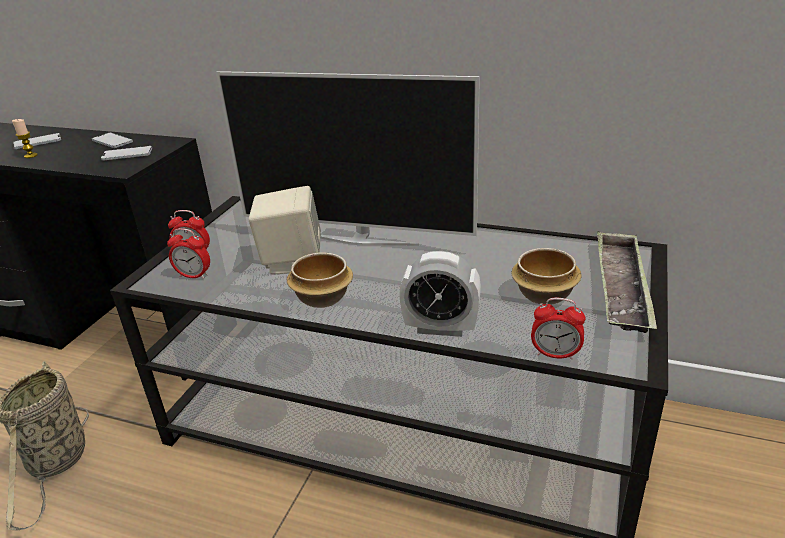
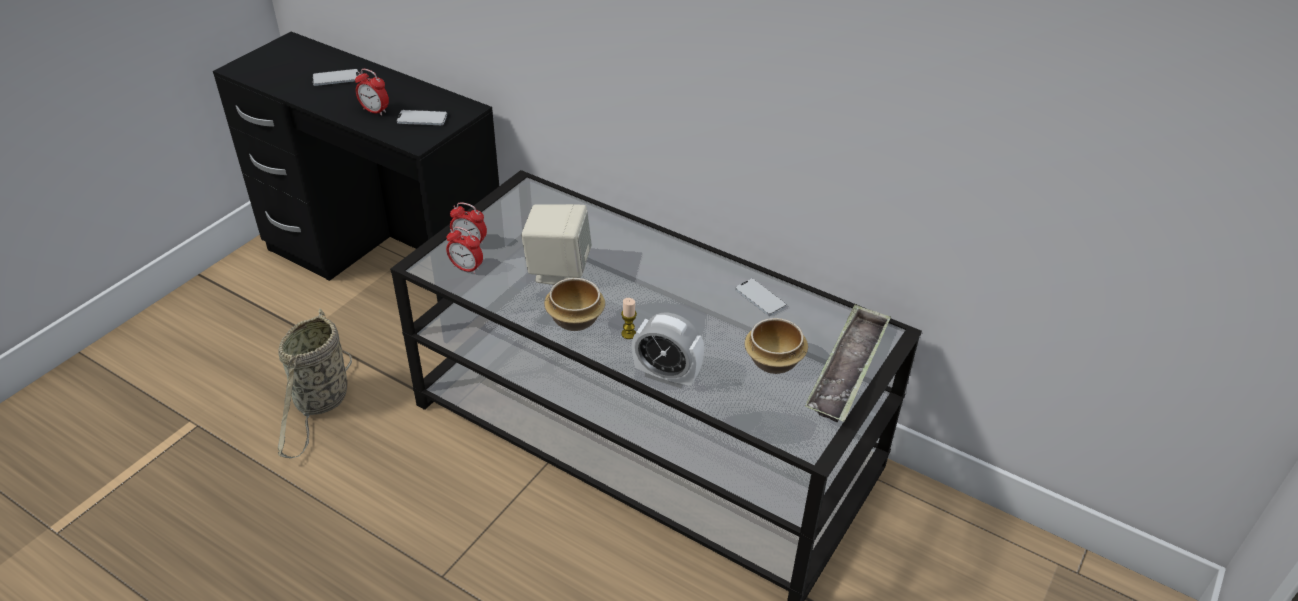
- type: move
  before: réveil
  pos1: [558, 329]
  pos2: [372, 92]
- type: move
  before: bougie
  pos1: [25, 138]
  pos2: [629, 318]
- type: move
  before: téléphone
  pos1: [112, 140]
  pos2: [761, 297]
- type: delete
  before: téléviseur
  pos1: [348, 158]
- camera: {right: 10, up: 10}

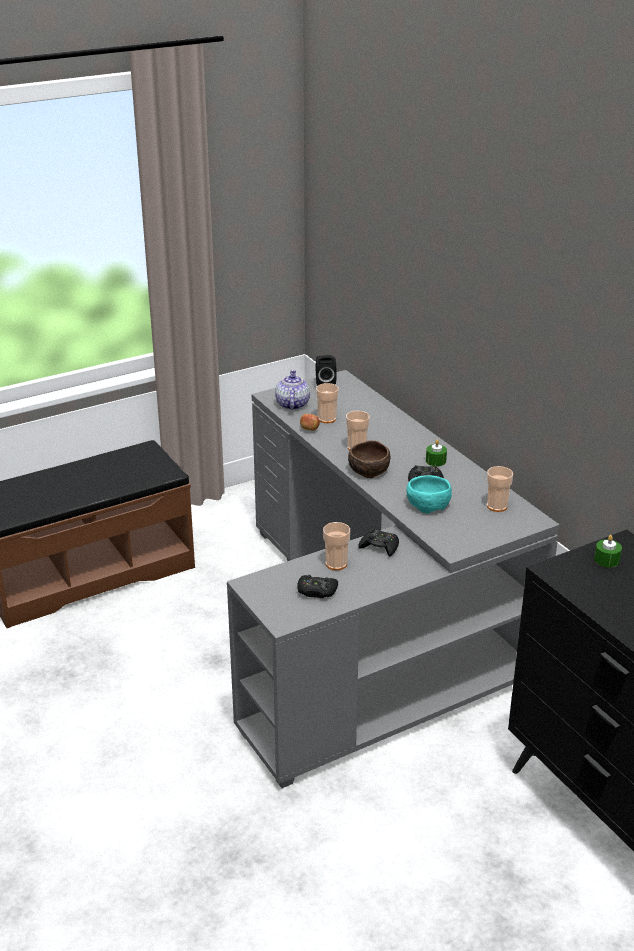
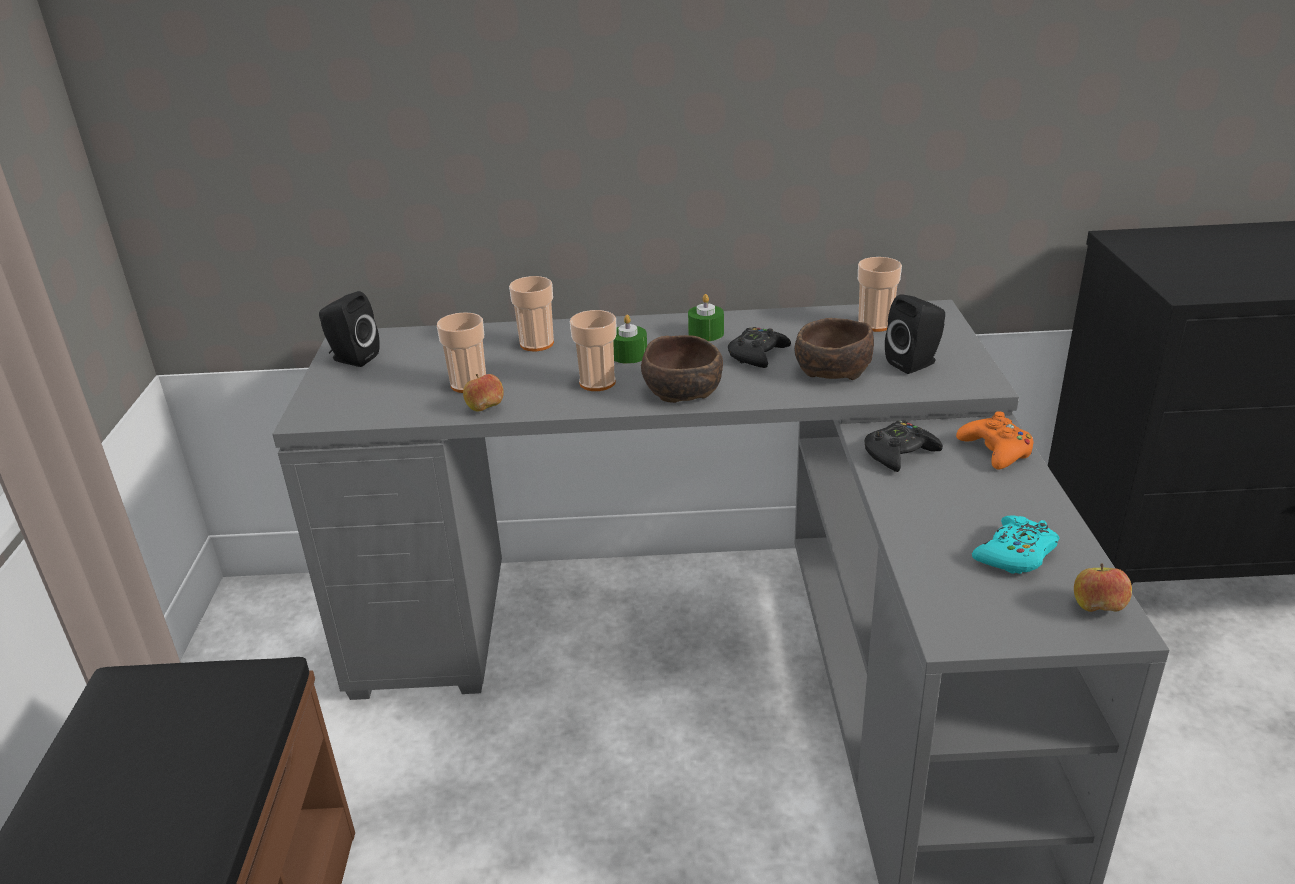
- type: move
  before: tasse
  pos1: [336, 546]
  pos2: [531, 313]
- type: move
  before: bougie (vert)
  pos1: [608, 551]
  pos2: [630, 339]
- type: recolor
  before: bol (turquoise)
  after: bol (marron)
  pos1: [429, 494]
  pos2: [834, 349]
- type: insert
  after: enceinte (noir)
  pos2: [915, 334]
- type: insert
  after: manette (orange)
  pos2: [995, 440]
- type: recolor
  before: manette (noir)
  after: manette (turquoise)
  pos1: [317, 586]
  pos2: [1015, 544]
- type: insert
  after: pomme
  pos2: [1103, 587]
- type: delete
  before: théière
  pos1: [292, 390]
- camera: {right: -60, up: 0}

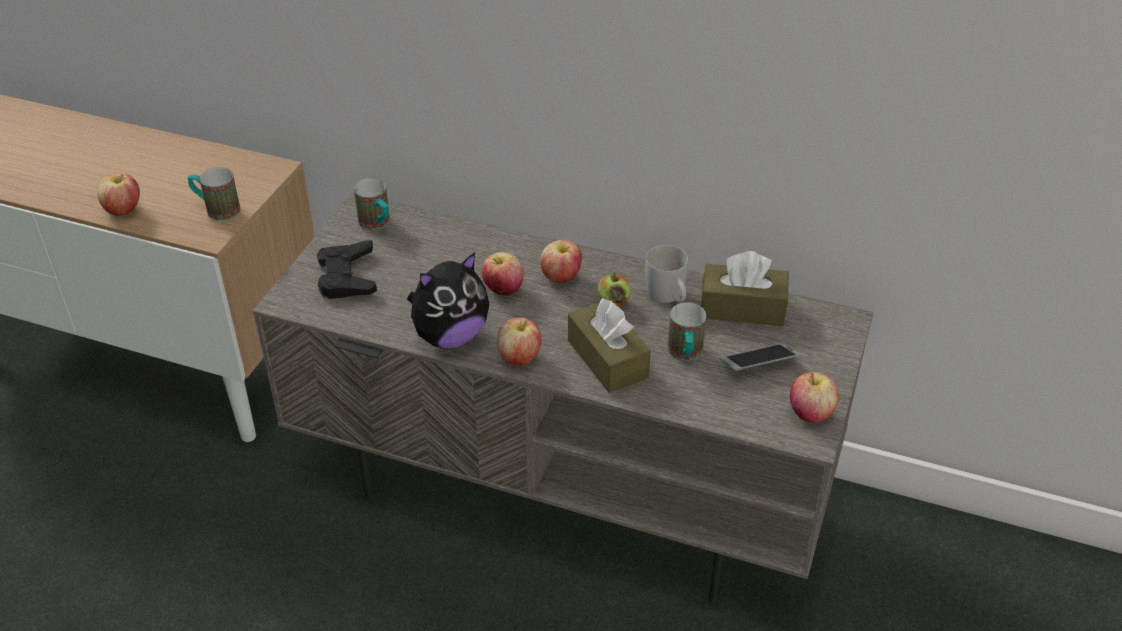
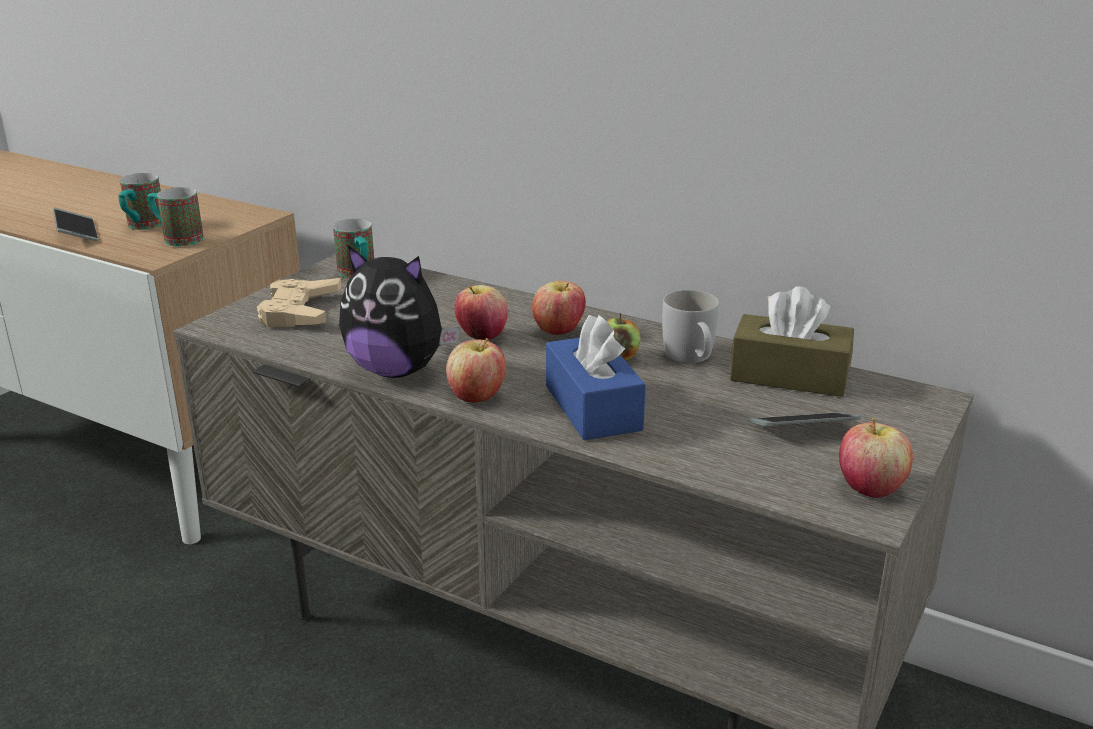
- type: replace
  before: pomme
  after: téléphone
  pos1: [118, 194]
  pos2: [75, 225]
- type: move
  before: mug
  pos1: [687, 331]
  pos2: [140, 201]
- type: recolor
  before: manette (noir)
  after: manette (beige)
  pos1: [347, 269]
  pos2: [299, 302]
- type: rotate
  before: peluche
  pos1: [448, 300]
  pos2: [399, 312]
  turn: 45
- type: recolor
  before: boîte à mouchoirs (marron)
  after: boîte à mouchoirs (bleu)
  pos1: [609, 345]
  pos2: [596, 377]
- camera: {right: 10, up: -15}

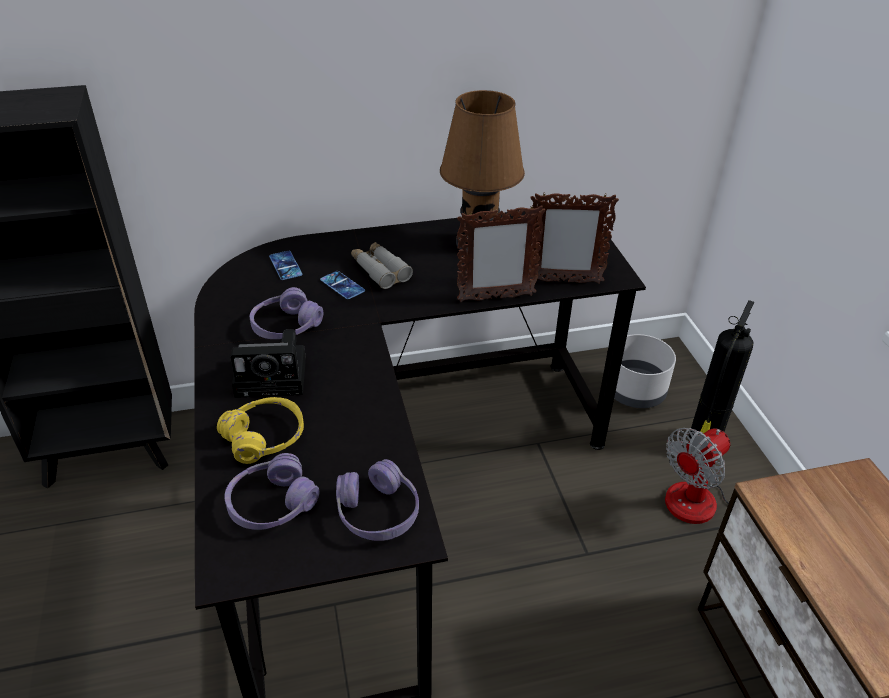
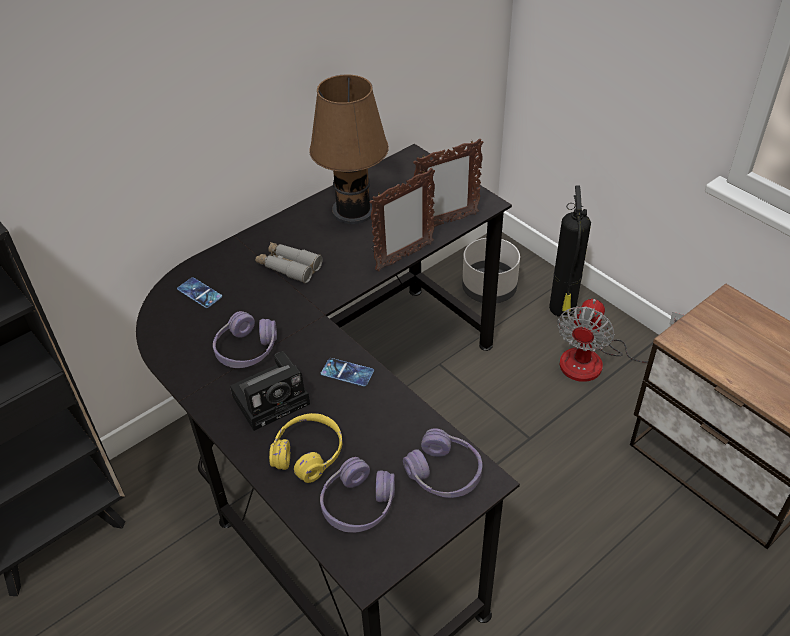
- type: move
  before: téléphone
  pos1: [342, 285]
  pos2: [347, 372]
- camera: {right: -25, up: 5}

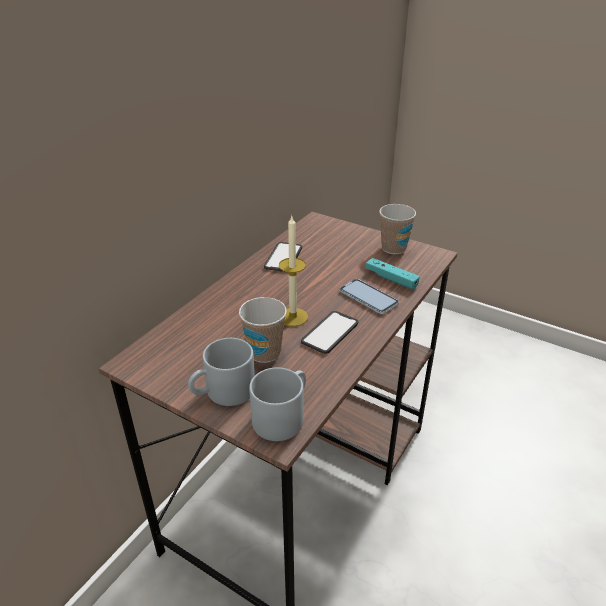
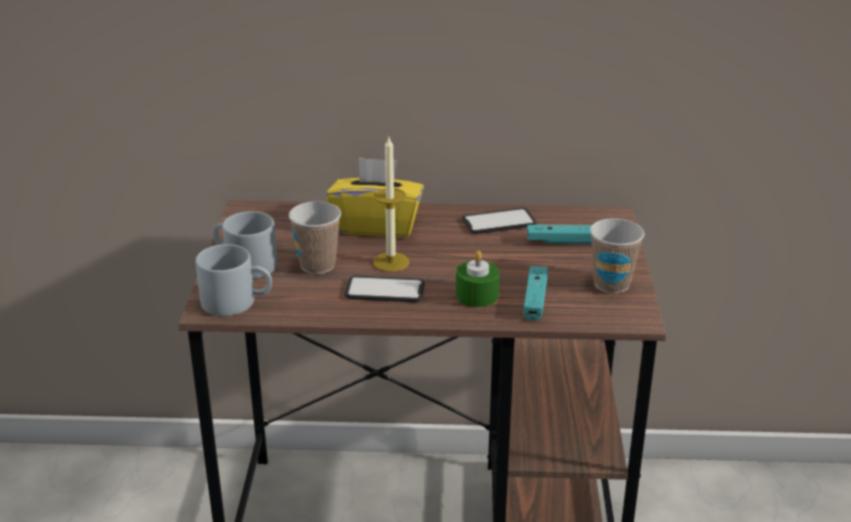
- type: insert
  after: boîte à mouchoirs (jaune)
  pos2: [375, 197]
- type: replace
  before: téléphone
  after: bougie (vert)
  pos1: [369, 296]
  pos2: [478, 279]
- type: insert
  after: manette (turquoise)
  pos2: [559, 234]
- camera: {right: 60, up: -5}

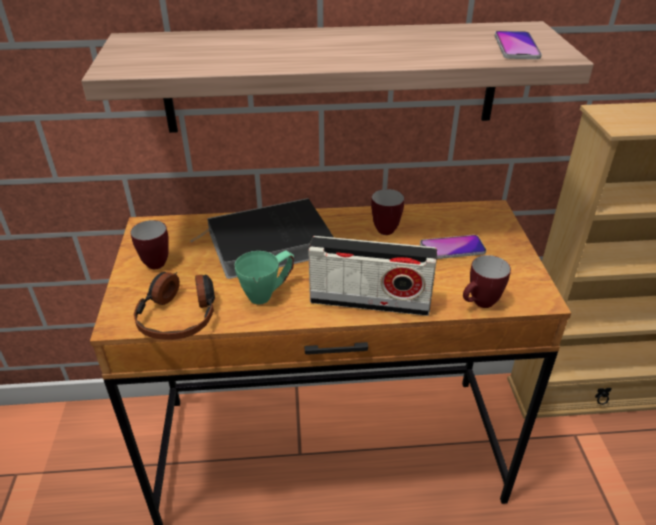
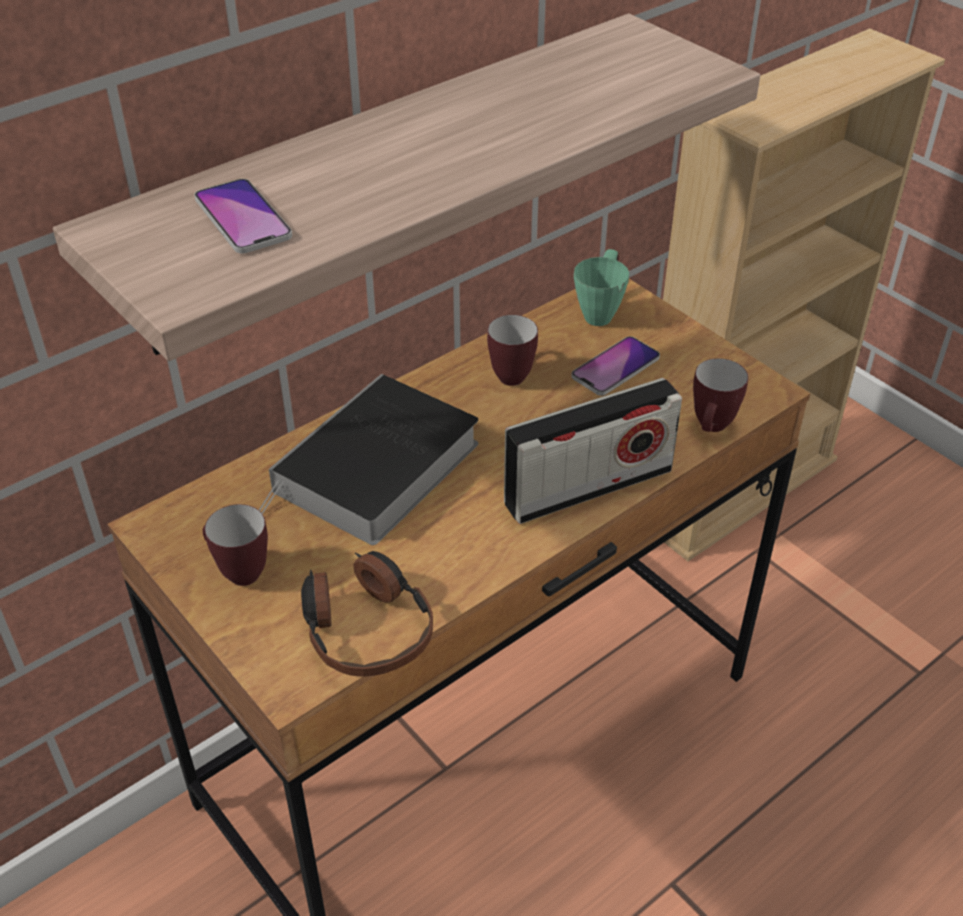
- type: move
  before: téléphone
  pos1: [518, 45]
  pos2: [243, 216]
- type: move
  before: mug (vert)
  pos1: [264, 277]
  pos2: [601, 287]
- camera: {right: -35, up: 5}

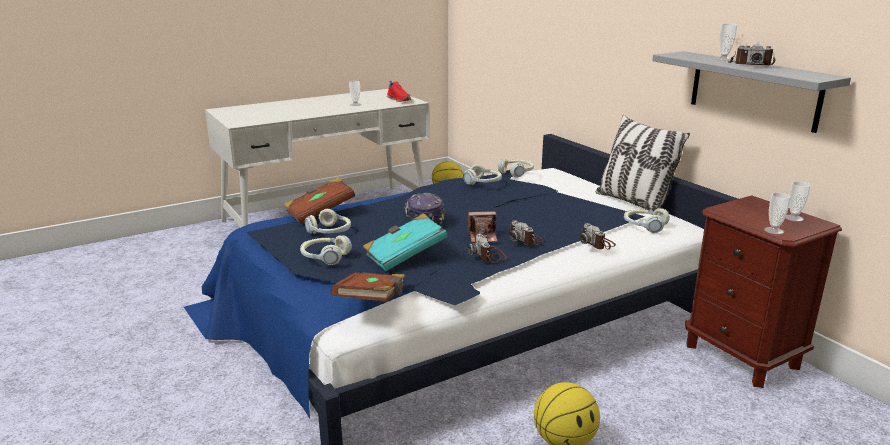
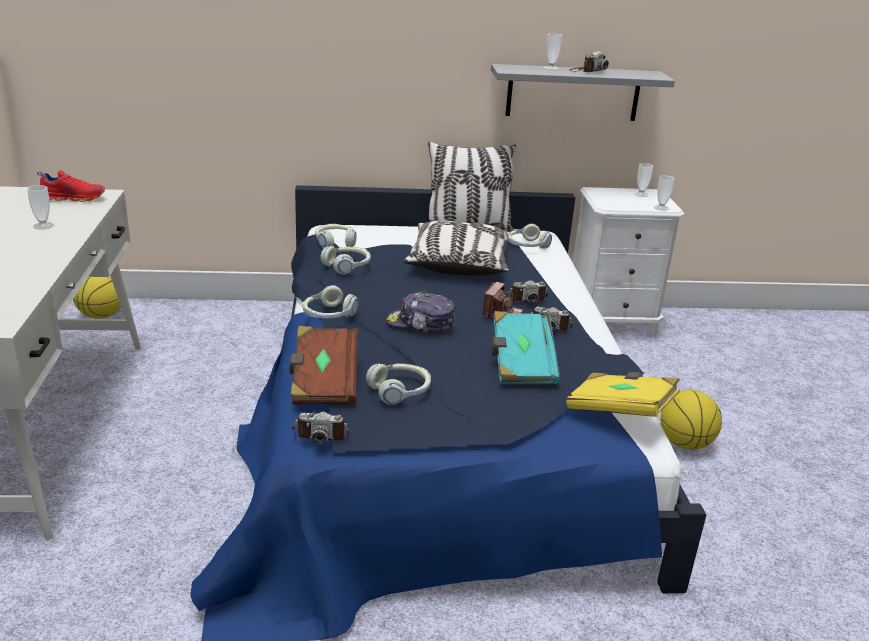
- type: move
  before: appareil photo
  pos1: [598, 236]
  pos2: [320, 427]
- type: move
  before: casque audio
  pos1: [326, 250]
  pos2: [330, 301]
- type: insert
  after: coussin
  pos2: [457, 248]
- type: recolor
  before: livre (marron)
  after: livre (jaune)
  pos1: [368, 287]
  pos2: [623, 394]
- type: recolor
  before: table de chevet (marron)
  after: table de chevet (blanc)
  pos1: [763, 291]
  pos2: [628, 262]
- camera: {right: -65, up: 5}

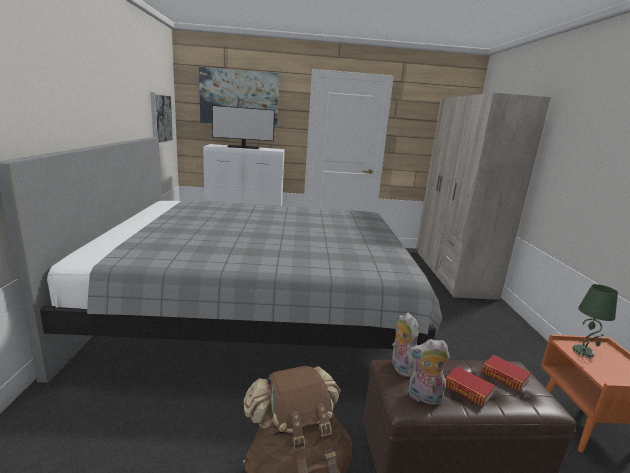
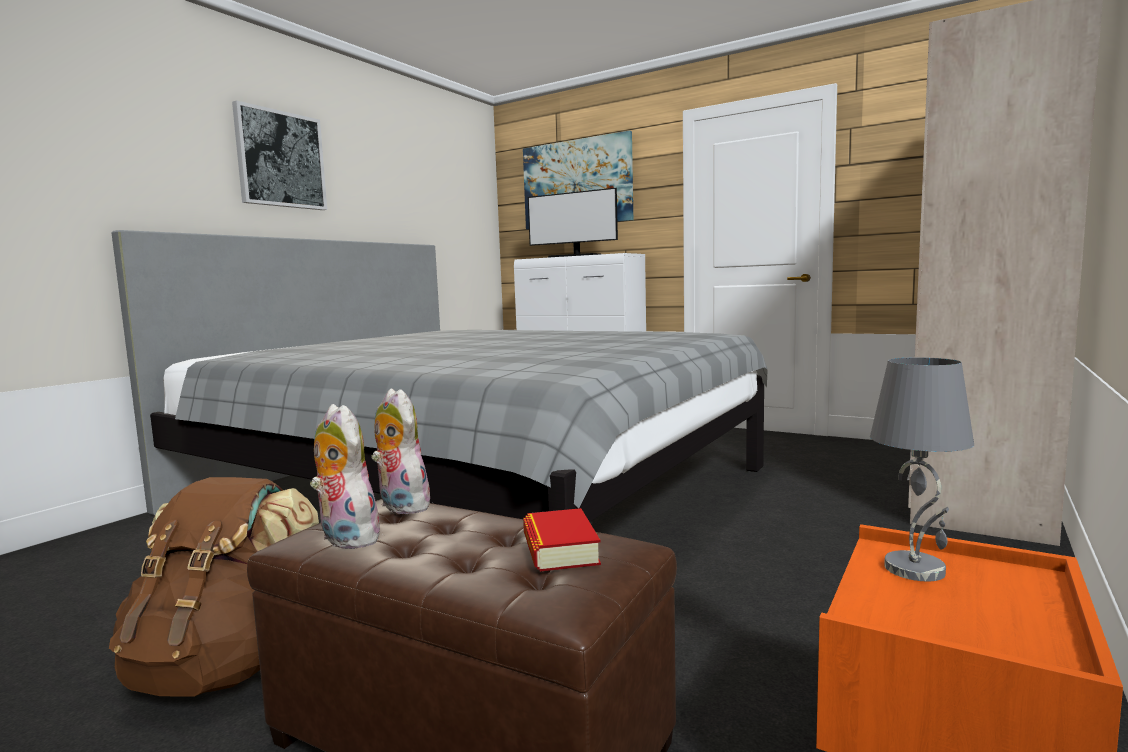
- type: move
  before: tableau
  pos1: [162, 118]
  pos2: [279, 155]
- type: rotate
  before: peluche
  pos1: [405, 345]
  pos2: [400, 451]
  turn: -60
- type: recolor
  before: lampe de table (vert)
  after: lampe de table (gris)
  pos1: [595, 320]
  pos2: [922, 469]
- type: delete
  before: livre
  pos1: [470, 386]
- camera: {right: 35, up: -10}

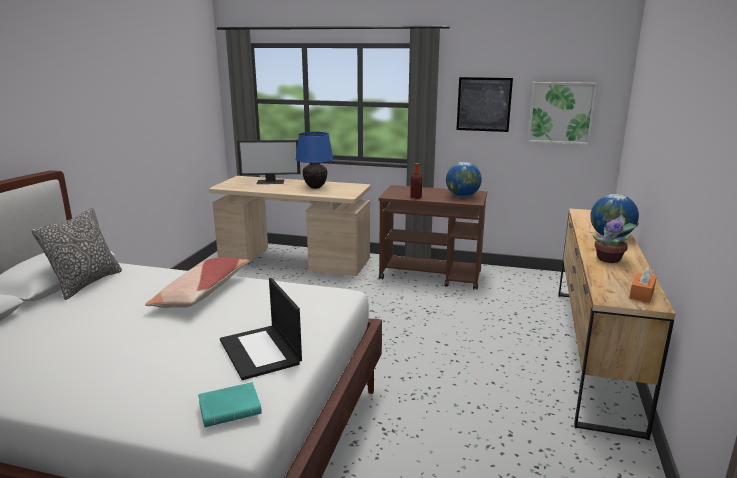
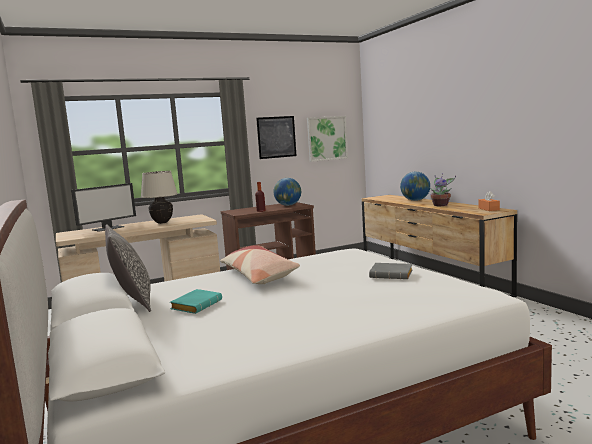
- type: recolor
  before: lampe de table (bleu)
  after: lampe de table (beige)
  pos1: [314, 160]
  pos2: [159, 197]
- type: move
  before: livre (turquoise)
  pos1: [230, 404]
  pos2: [196, 301]
- type: replace
  before: ordinateur portable
  after: livre (gris)
  pos1: [261, 329]
  pos2: [390, 271]
- camera: {right: -40, up: -10}

